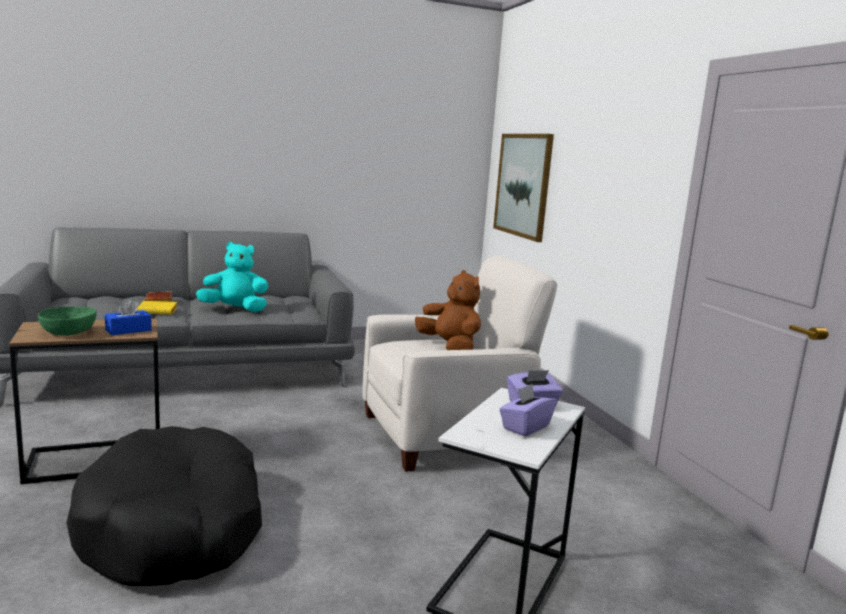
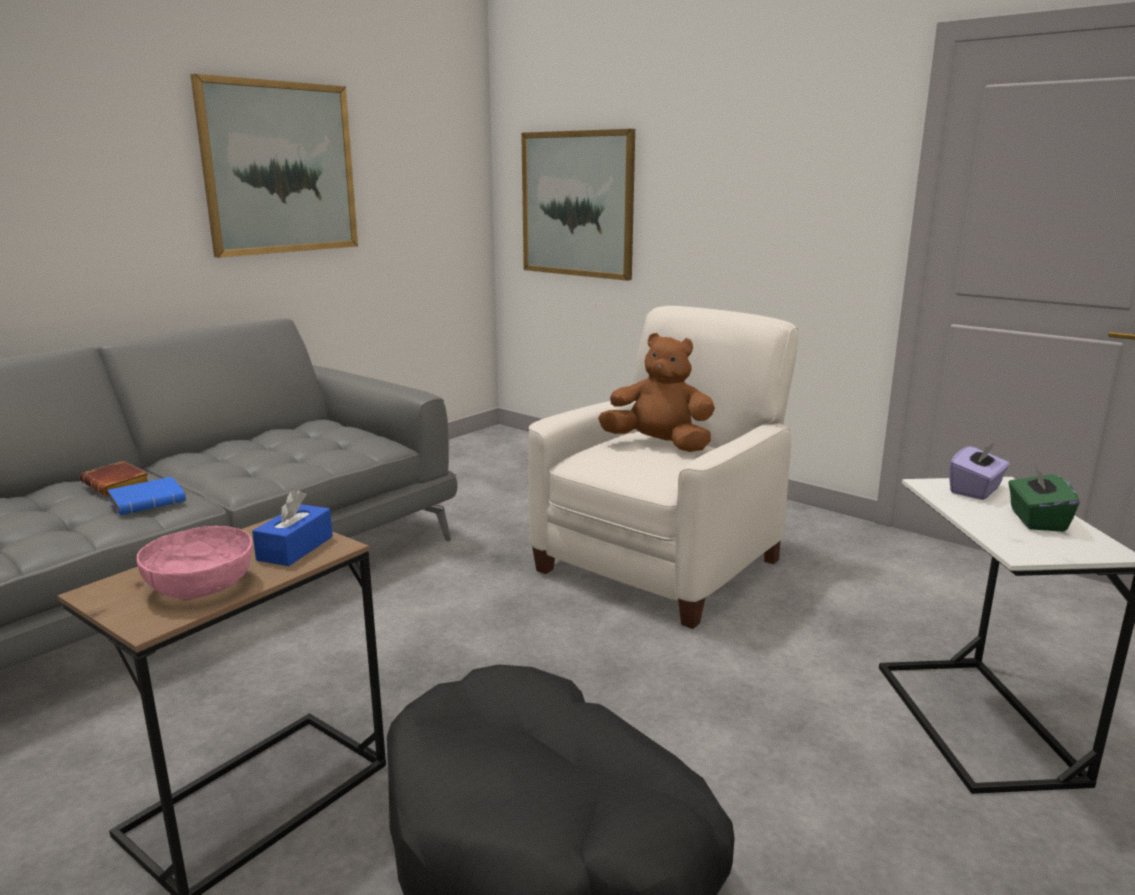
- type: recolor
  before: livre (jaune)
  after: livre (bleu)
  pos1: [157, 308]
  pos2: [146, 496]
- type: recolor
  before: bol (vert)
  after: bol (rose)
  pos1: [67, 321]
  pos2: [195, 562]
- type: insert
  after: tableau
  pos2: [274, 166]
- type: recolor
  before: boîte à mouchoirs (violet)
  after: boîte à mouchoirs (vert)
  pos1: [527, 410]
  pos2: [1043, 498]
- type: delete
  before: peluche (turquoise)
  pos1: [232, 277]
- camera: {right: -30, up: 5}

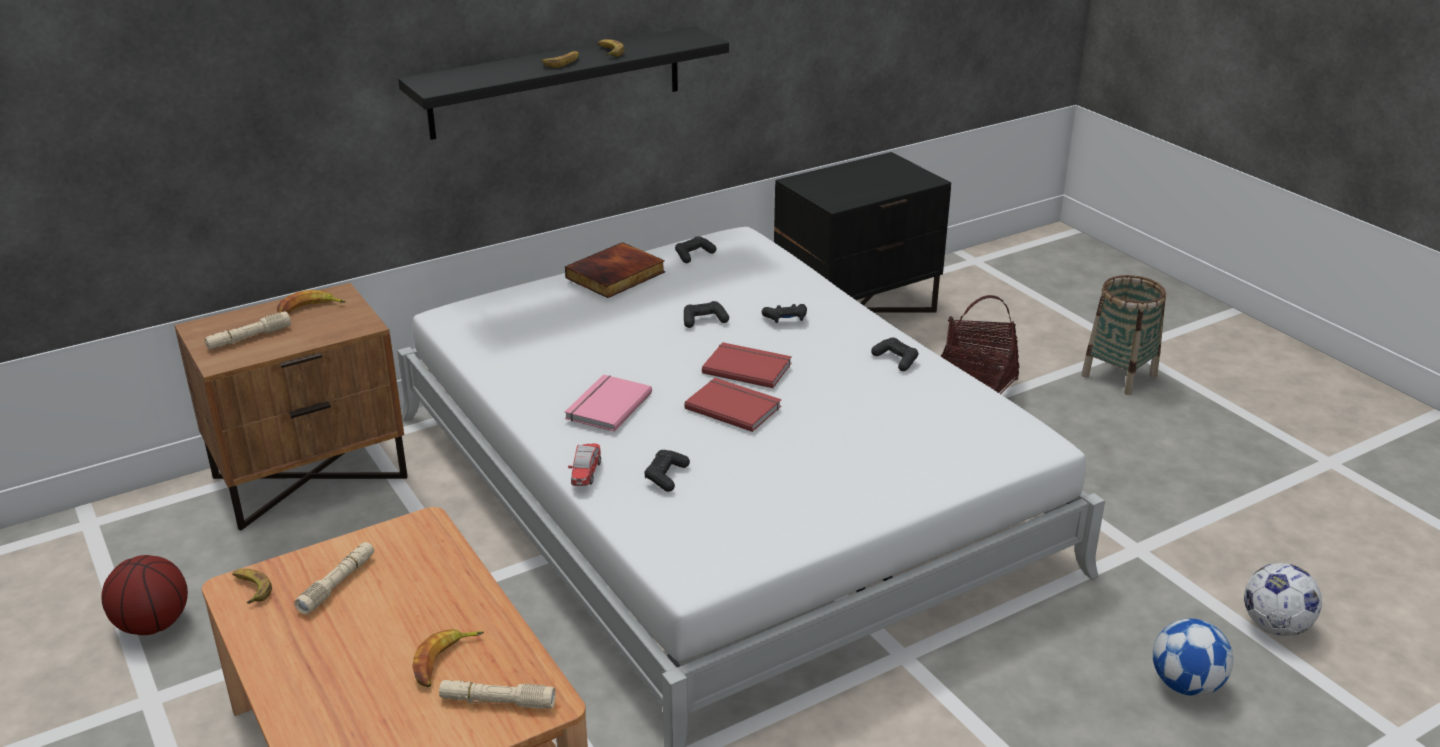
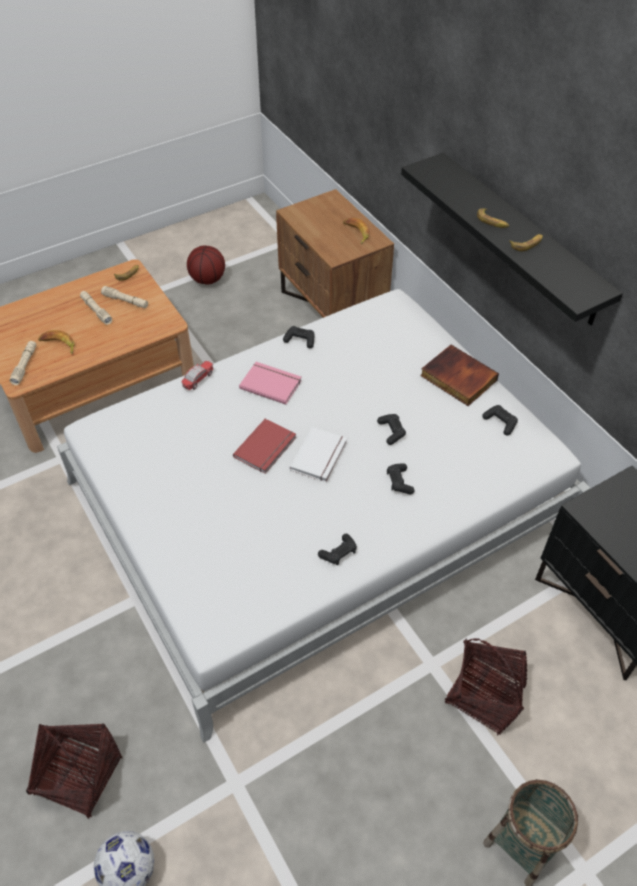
- type: replace
  before: ballon de foot
  after: panier
  pos1: [1193, 657]
  pos2: [74, 771]
- type: move
  before: lampe de poche (beige)
  pos1: [248, 330]
  pos2: [96, 308]
- type: rotate
  before: petite voiture
  pos1: [584, 464]
  pos2: [198, 375]
  turn: 120
- type: move
  before: manette (noir)
  pos1: [667, 471]
  pos2: [299, 337]
- type: recolor
  before: livre (rouge)
  after: livre (blanc)
  pos1: [747, 365]
  pos2: [318, 454]
- camera: {right: 90, up: 20}

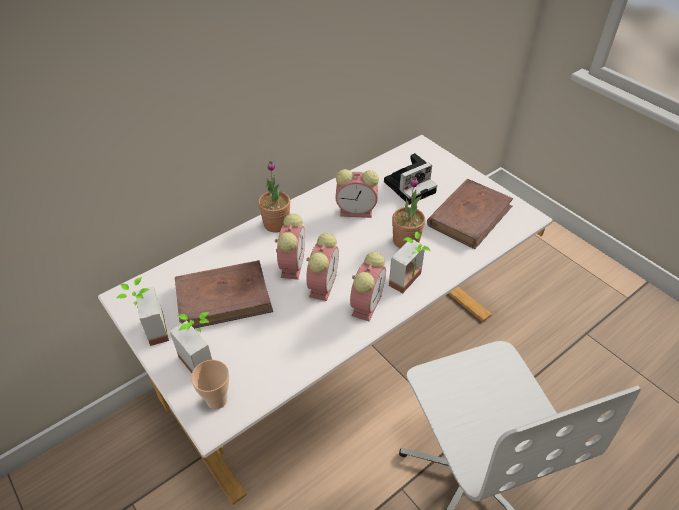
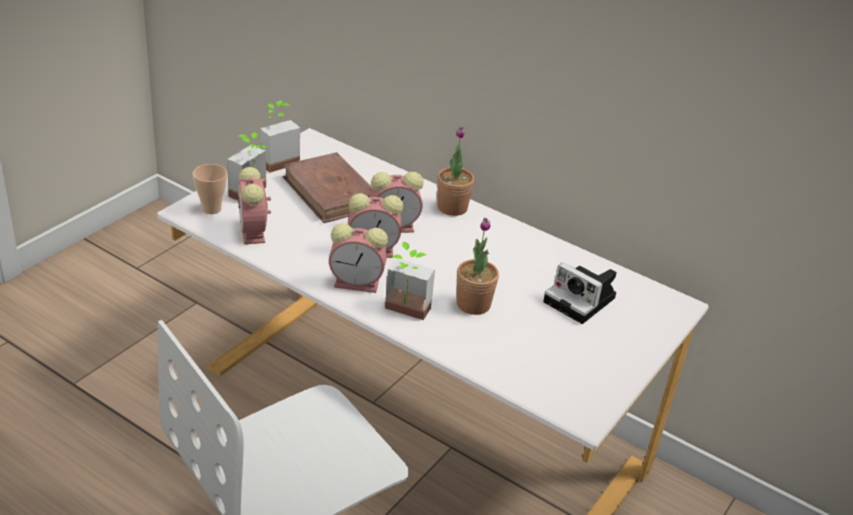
- type: move
  before: réveil
  pos1: [357, 193]
  pos2: [254, 205]
- type: delete
  before: livre (marron)
  pos1: [470, 214]
- camera: {right: 70, up: -10}

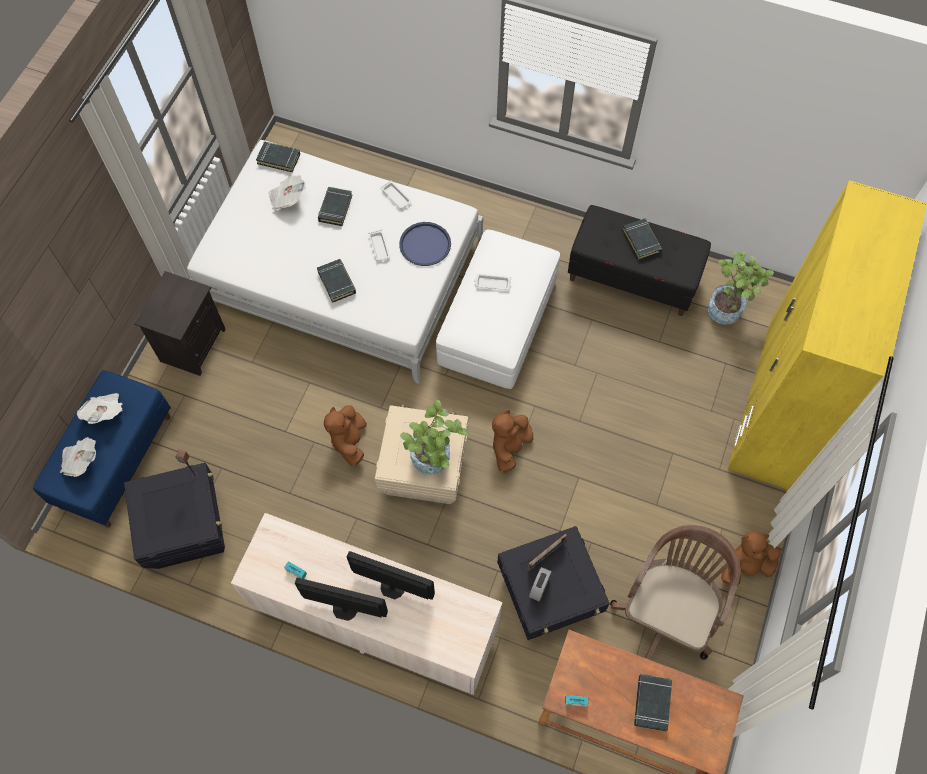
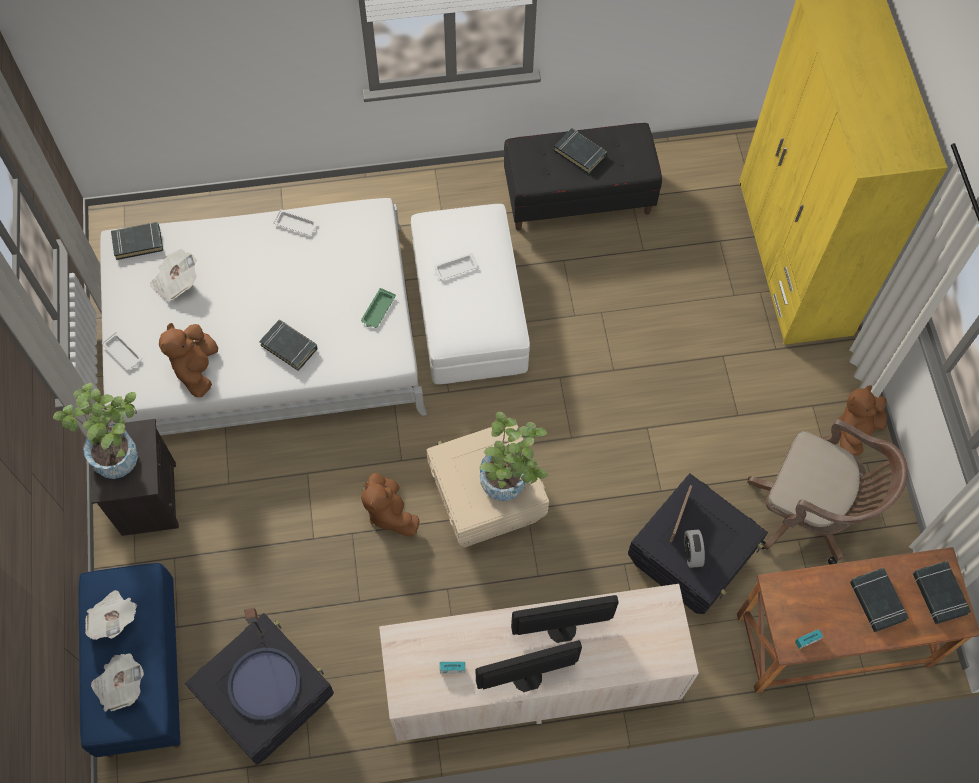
- type: move
  before: plante en pot
  pos1: [741, 288]
  pos2: [95, 431]
- type: move
  before: plateau (blanc)
  pos1: [379, 245]
  pos2: [122, 351]
- type: move
  before: peluche (marron)
  pos1: [512, 441]
  pos2: [188, 360]
- type: move
  before: plateau (bleu)
  pos1: [425, 244]
  pos2: [264, 684]
- type: insert
  after: plateau (vert)
  pos2: [378, 308]
- type: rotate
  before: chaise de bureau (marron)
  pos1: [675, 592]
  pos2: [827, 492]
  turn: 120
- type: move
  before: livre (noir)
  pos1: [335, 206]
  pos2: [942, 592]
- camera: {right: -30, up: 0}

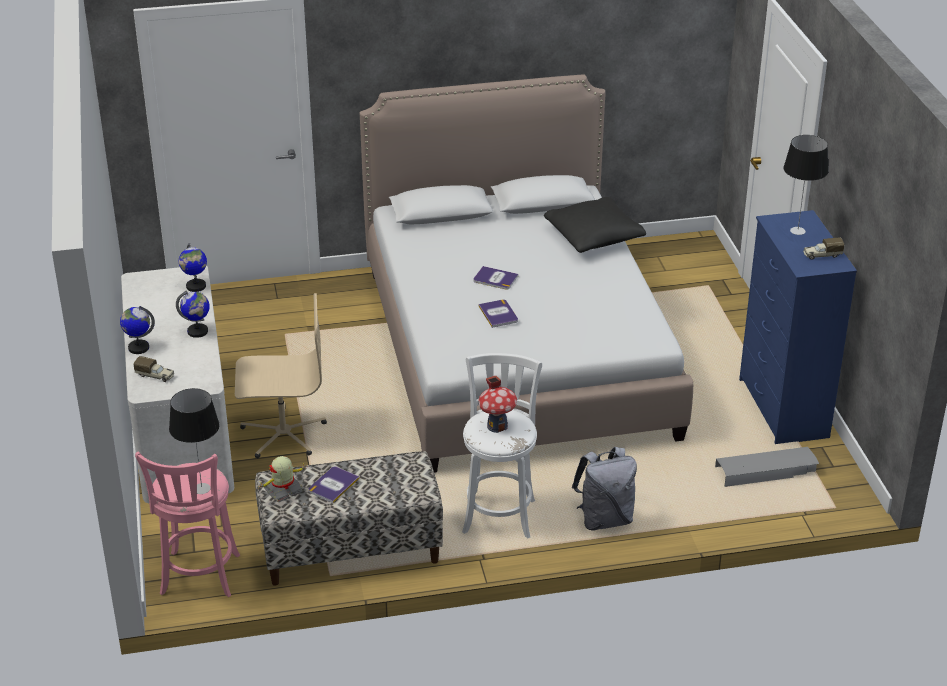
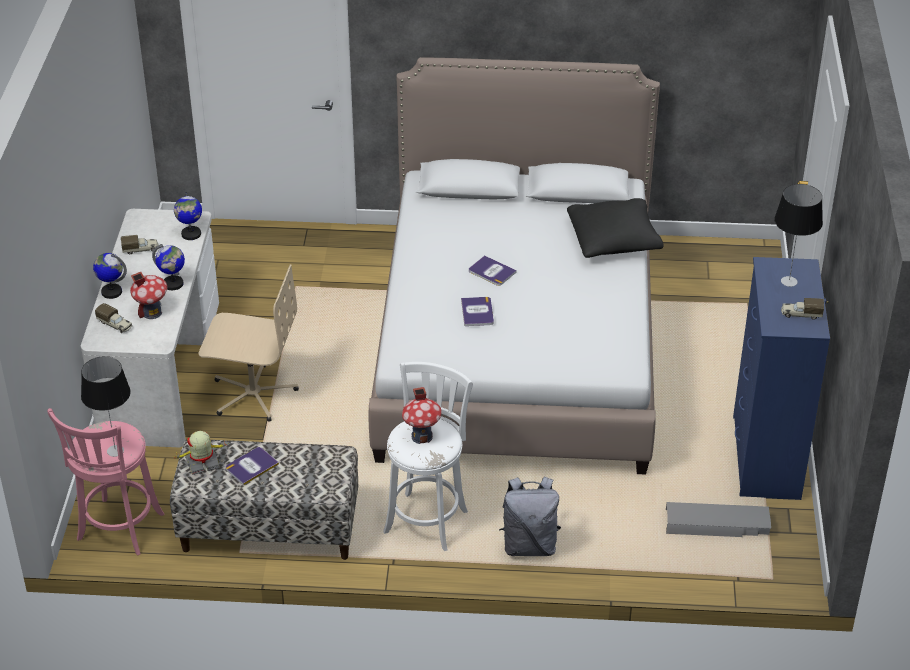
- type: insert
  after: camion jouet
  pos2: [140, 244]
- type: insert
  after: maison miniature
  pos2: [148, 295]
- camera: {right: 15, up: 5}

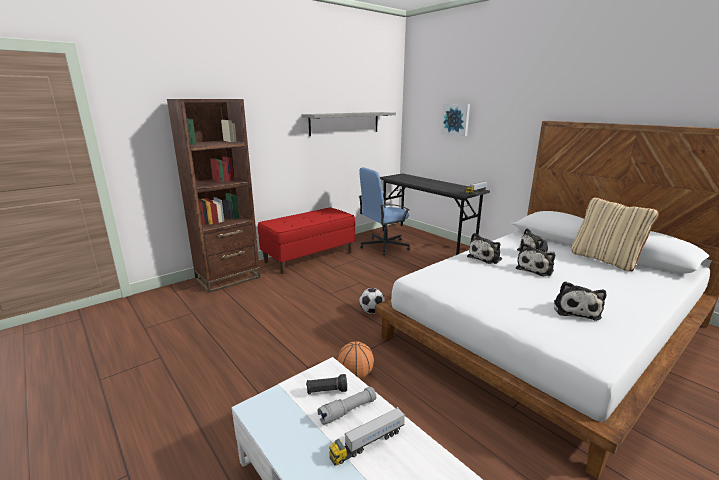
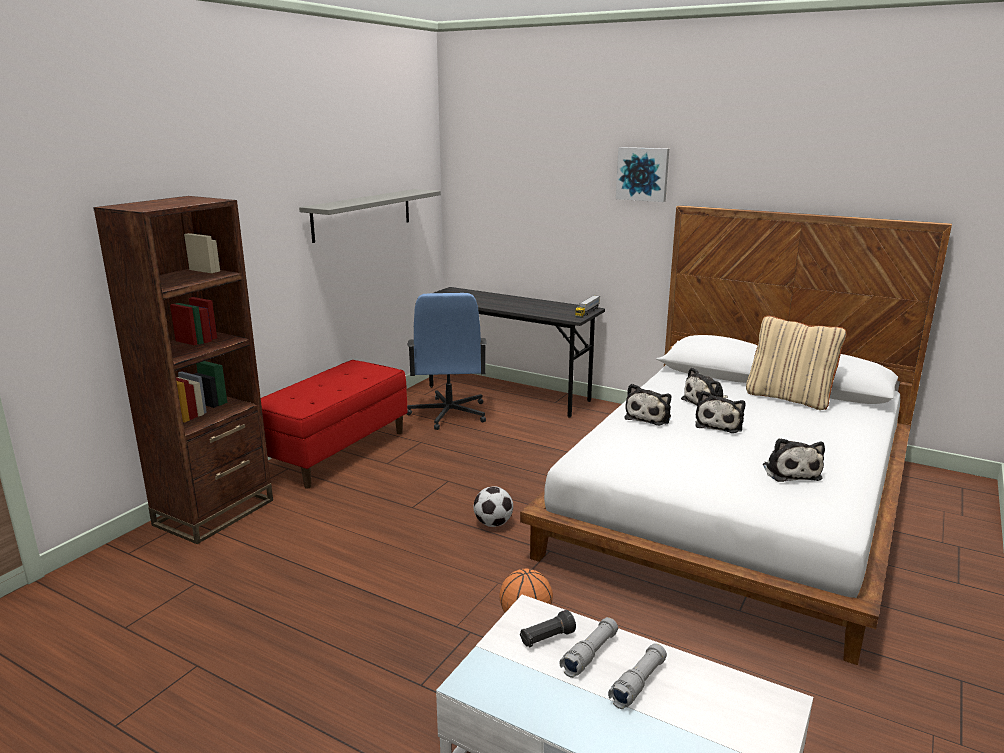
- type: rotate
  before: chaise de bureau (bleu)
  pos1: [384, 211]
  pos2: [447, 361]
  turn: -45
- type: replace
  before: camion jouet
  after: lampe de poche (gris)
  pos1: [367, 436]
  pos2: [637, 676]
- type: move
  before: tableau
  pos1: [455, 120]
  pos2: [642, 174]
- camera: {right: -20, up: 0}

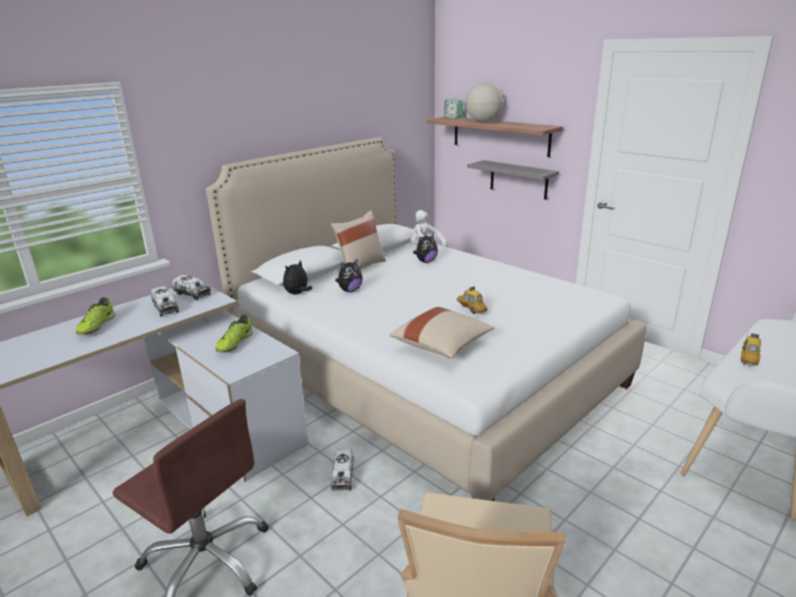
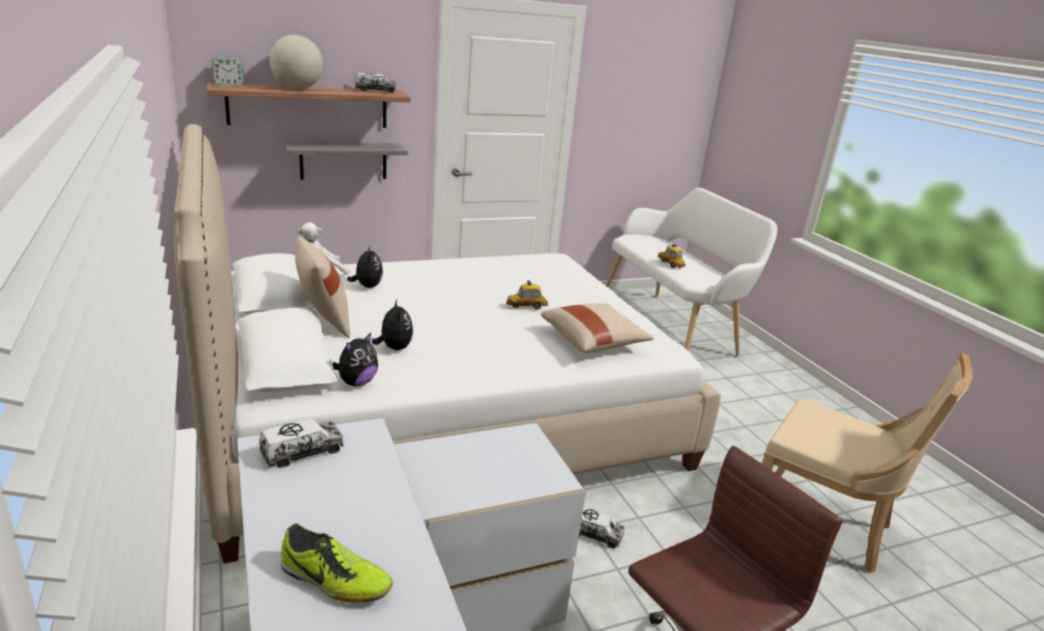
- type: rotate
  before: peluche
  pos1: [297, 277]
  pos2: [355, 359]
  turn: -120
- type: move
  before: camion jouet
  pos1: [165, 301]
  pos2: [375, 83]
- type: delete
  before: chaussure
  pos1: [234, 333]
- camera: {right: -70, up: 0}

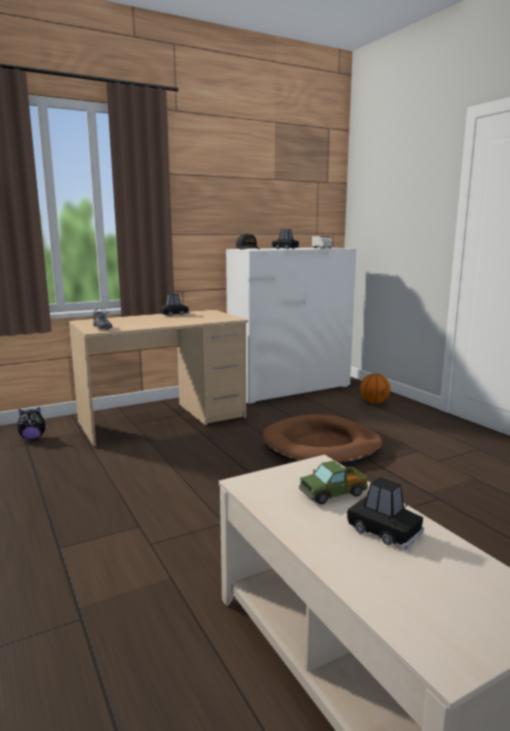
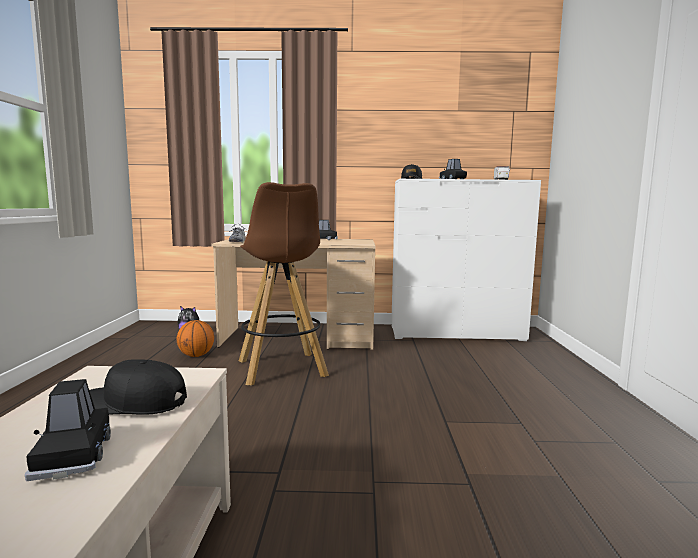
- type: replace
  before: camion jouet
  after: casquette (noir)
  pos1: [333, 482]
  pos2: [138, 387]
- type: move
  before: ballon de basket
  pos1: [375, 388]
  pos2: [195, 338]
- type: insert
  after: tabouret (marron)
  pos2: [284, 284]
- type: delete
  before: panier pour chien (marron)
  pos1: [323, 439]
- camera: {right: 30, up: -5}

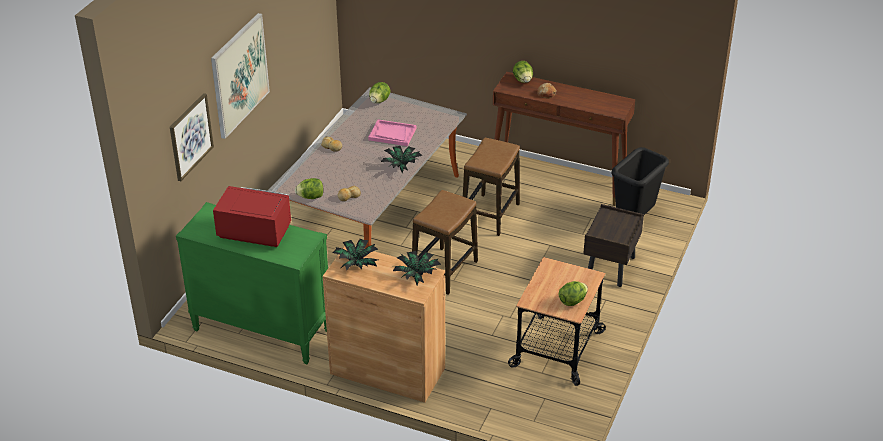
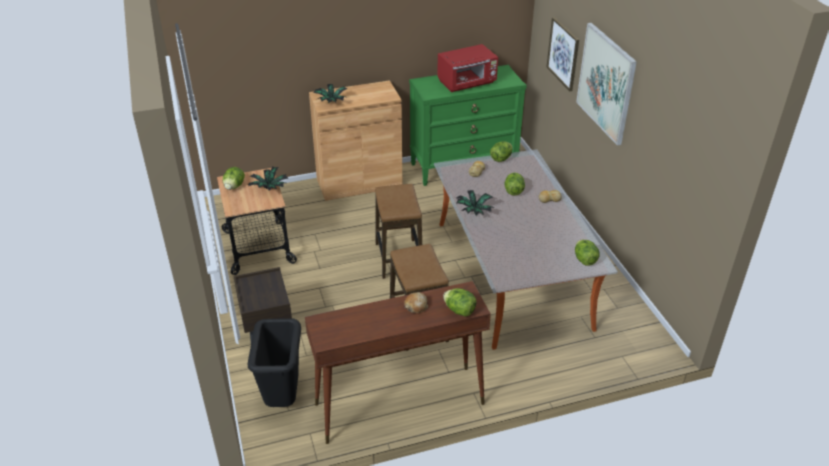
- type: move
  before: plante en pot
  pos1: [355, 254]
  pos2: [268, 178]
- type: insert
  after: laitue
  pos2: [514, 183]
- type: delete
  before: plateau (rose)
  pos1: [392, 133]
- camera: {right: 140, up: 0}

